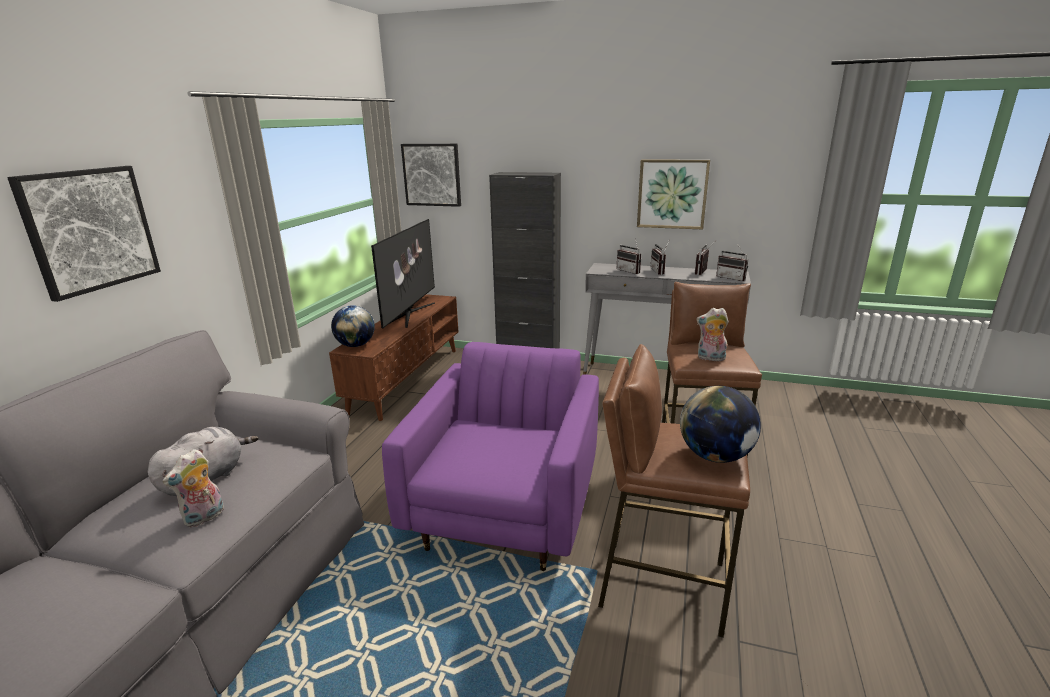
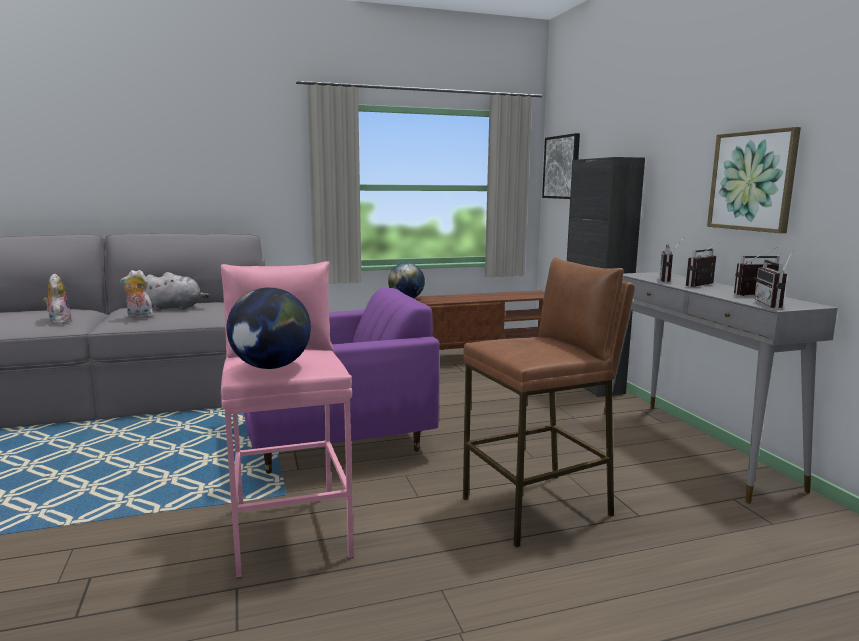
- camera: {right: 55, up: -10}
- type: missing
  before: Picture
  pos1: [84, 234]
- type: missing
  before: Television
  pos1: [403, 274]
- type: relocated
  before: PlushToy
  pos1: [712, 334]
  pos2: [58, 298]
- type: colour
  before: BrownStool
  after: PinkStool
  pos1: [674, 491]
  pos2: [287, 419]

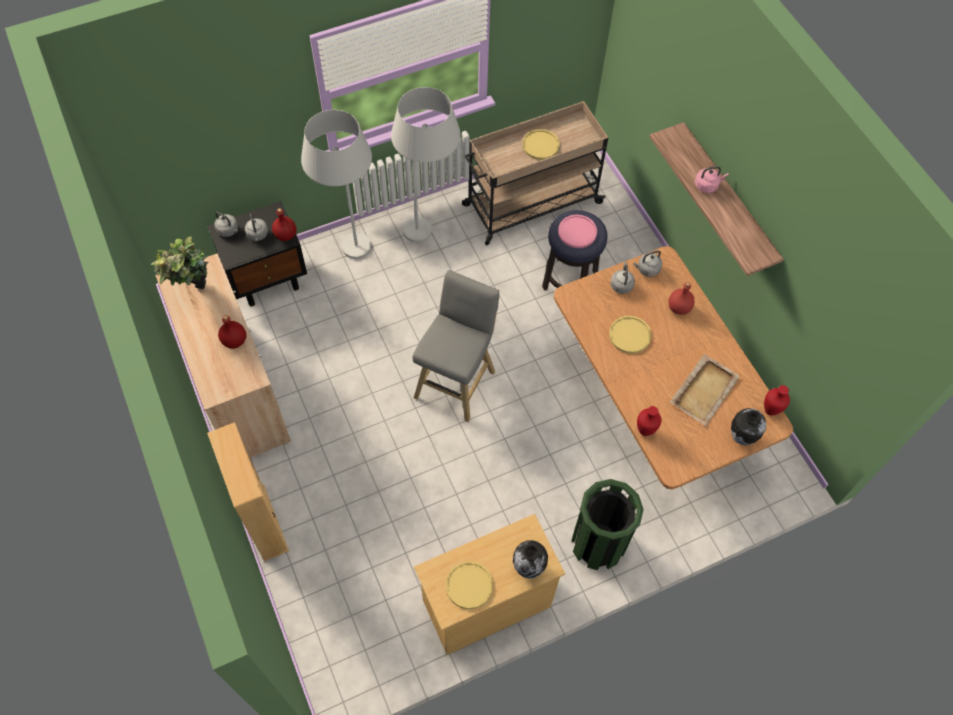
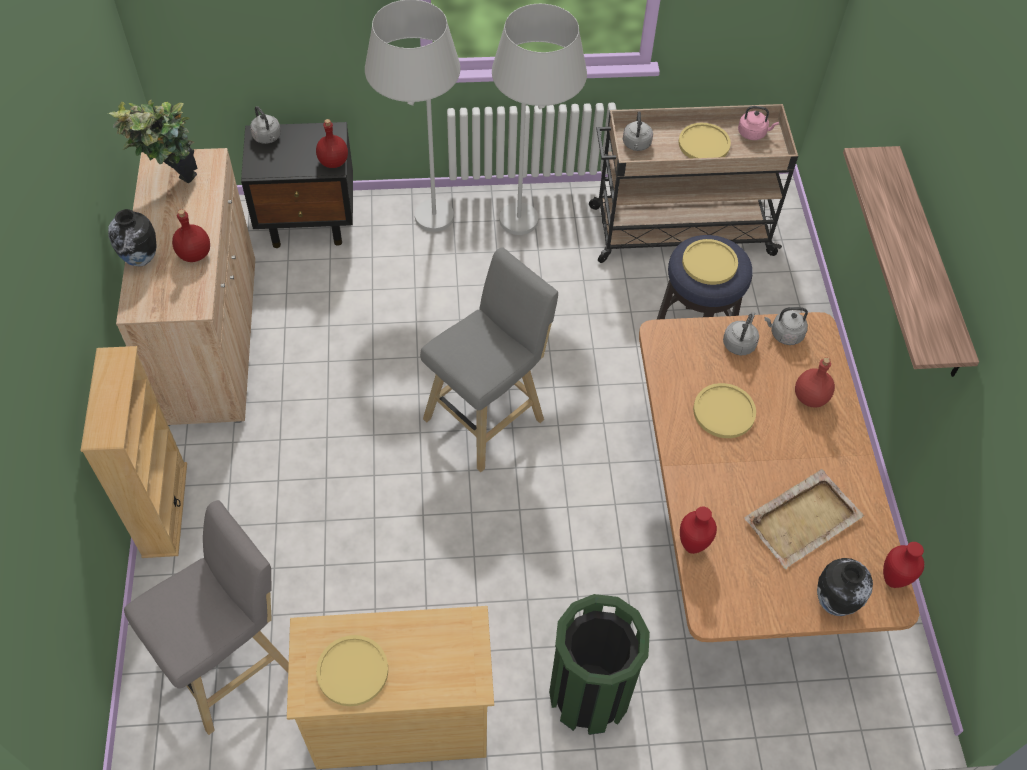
- camera: {right: 20, up: -5}
- type: relocated
  before: PinkKettle
  pos1: [712, 179]
  pos2: [758, 123]
- type: relocated
  before: GreyKettle
  pos1: [256, 227]
  pos2: [638, 131]
- type: colour
  before: PinkPlate
  after: YellowPlate
  pos1: [577, 231]
  pos2: [710, 262]
- type: relocated
  before: Vase
  pos1: [530, 559]
  pos2: [132, 237]
- type: appeared
  after: GreyStool
  pos2: [206, 617]

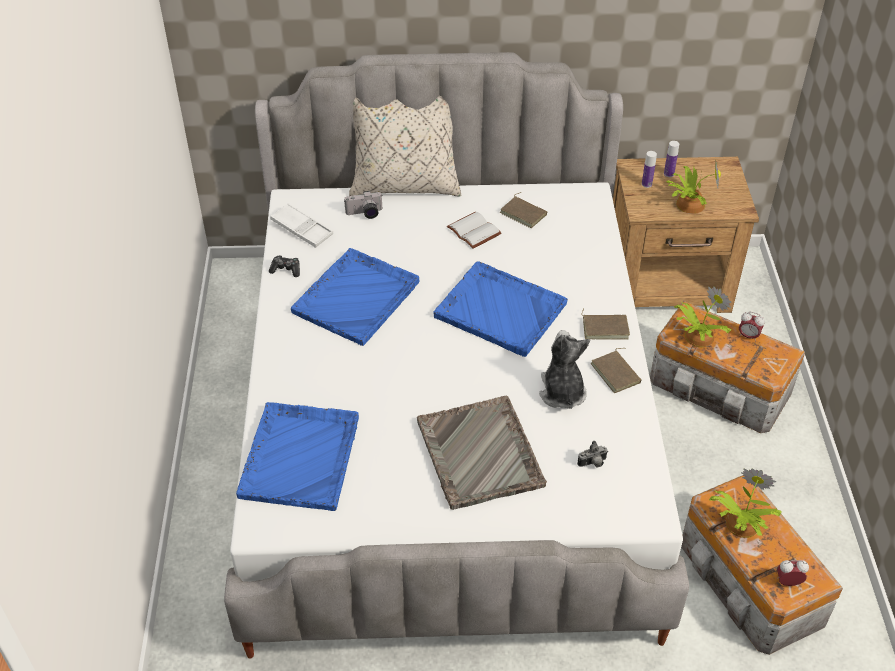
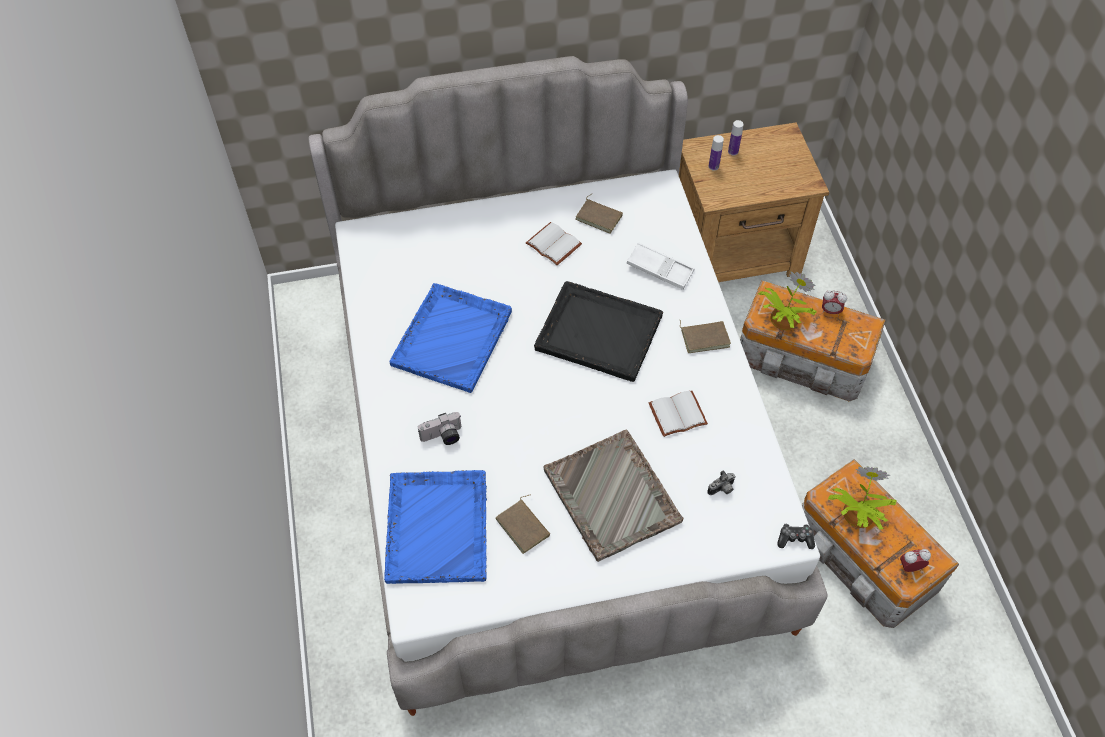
- camera: {right: -10, up: 10}
- type: missing
  before: BeigePillow
  pos1: [405, 146]
- type: missing
  before: PottedPlant
  pos1: [693, 188]
- type: relocated
  before: PhotoCamera
  pos1: [363, 205]
  pos2: [439, 428]
- type: relocated
  before: WhiteTray
  pos1: [301, 225]
  pos2: [661, 266]
- type: relocated
  before: GameController
  pos1: [284, 266]
  pos2: [796, 536]
- type: colour
  before: BlueTray
  after: BlackTray
  pos1: [500, 309]
  pos2: [598, 331]
- type: exchanged
  before: PlushToy
  after: WhiteBook
  pos1: [564, 369]
  pos2: [678, 413]
- type: relocated
  before: BrownBook
  pos1: [616, 370]
  pos2: [523, 524]

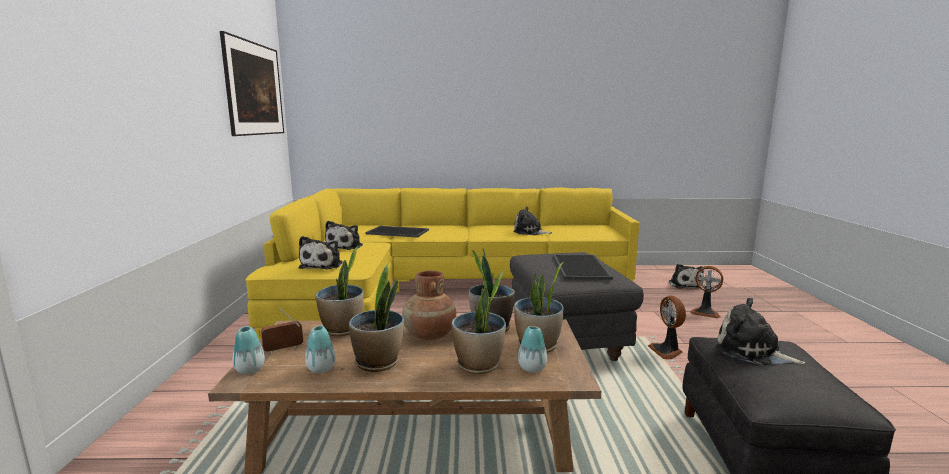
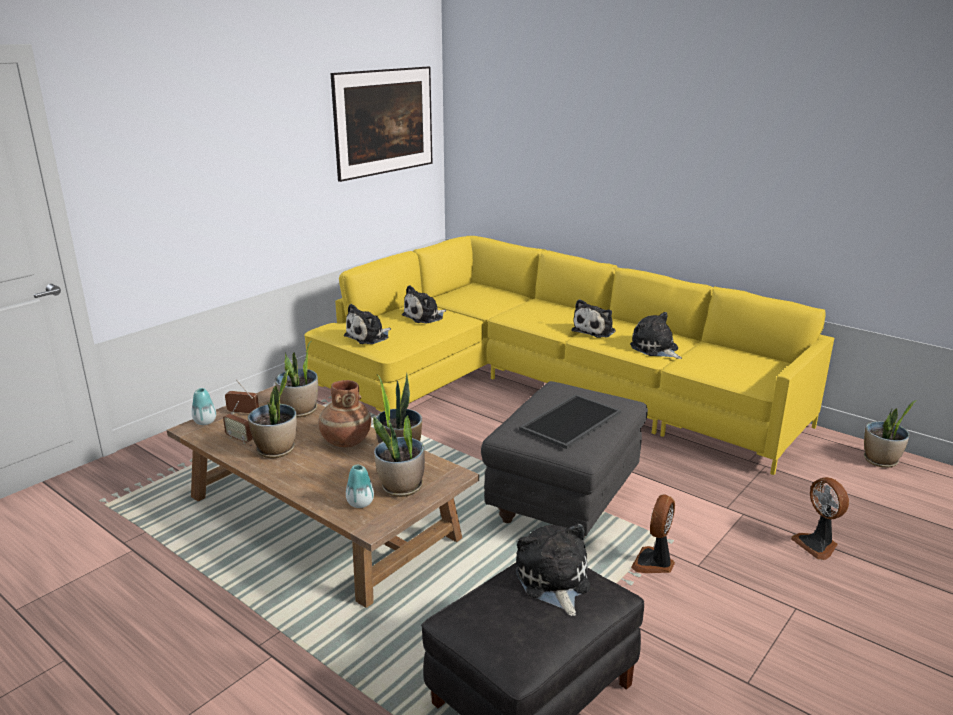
- camera: {right: 40, up: 10}
- type: missing
  before: Tray
  pos1: [397, 232]
- type: relocated
  before: PlushToy
  pos1: [686, 276]
  pos2: [593, 318]
- type: relocated
  before: PottedPlant
  pos1: [479, 322]
  pos2: [890, 434]
- type: exchanged
  before: Vase
  after: Radio
  pos1: [320, 349]
  pos2: [238, 422]

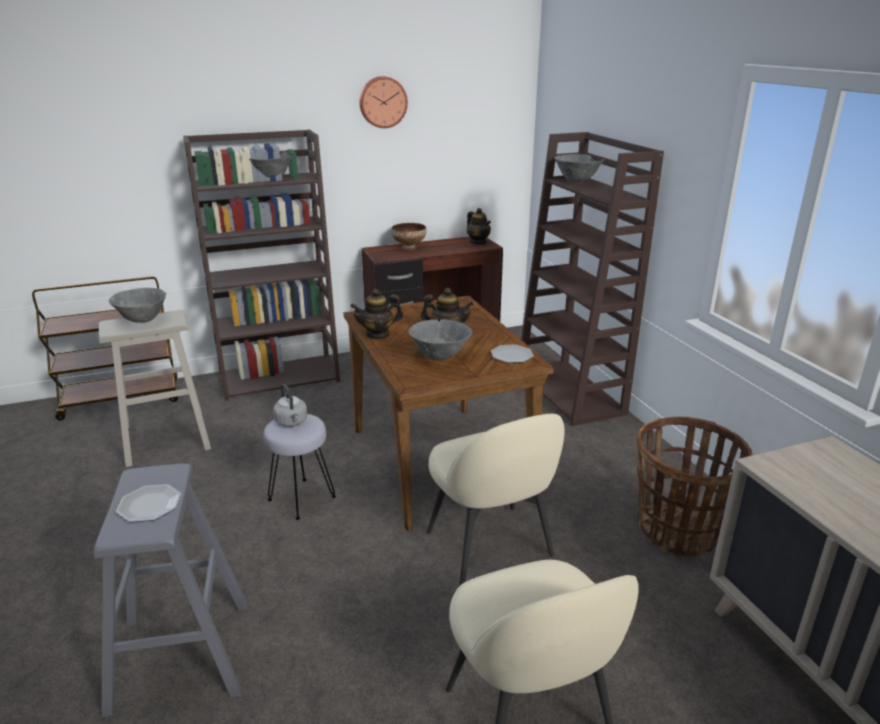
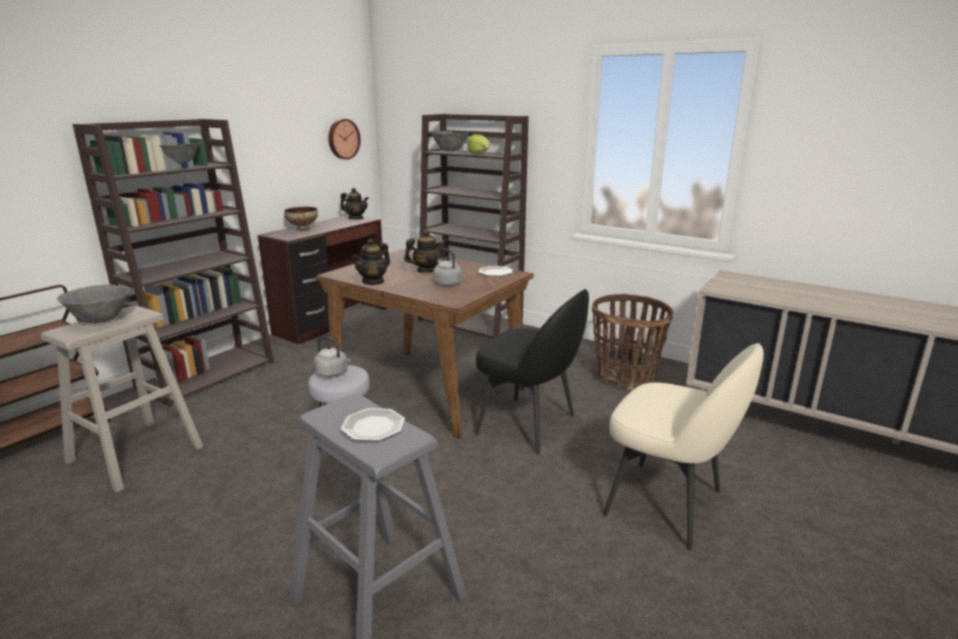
- camera: {right: -35, up: -5}
- type: relocated
  before: WallClock
  pos1: [384, 102]
  pos2: [344, 139]
- type: exchanged
  before: GreyBowl
  after: GreyKettle
  pos1: [440, 339]
  pos2: [447, 267]
- type: colour
  before: BeigeChair
  after: BlackChair
  pos1: [495, 499]
  pos2: [532, 372]
- type: appeared
  after: Lettuce
  pos2: [478, 144]

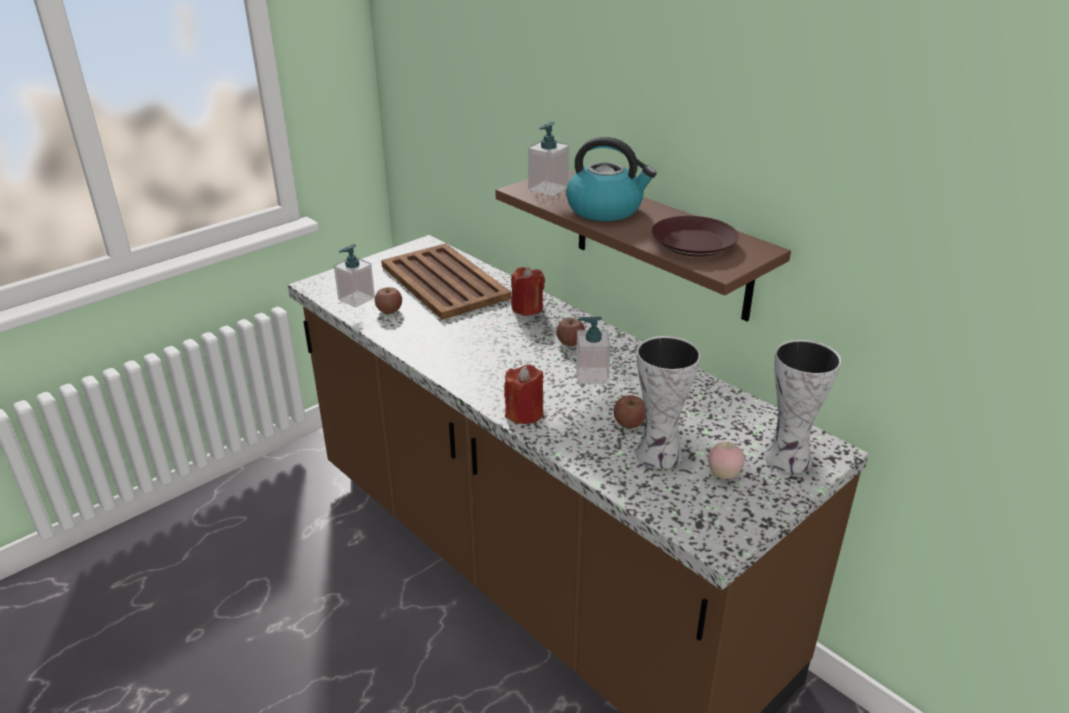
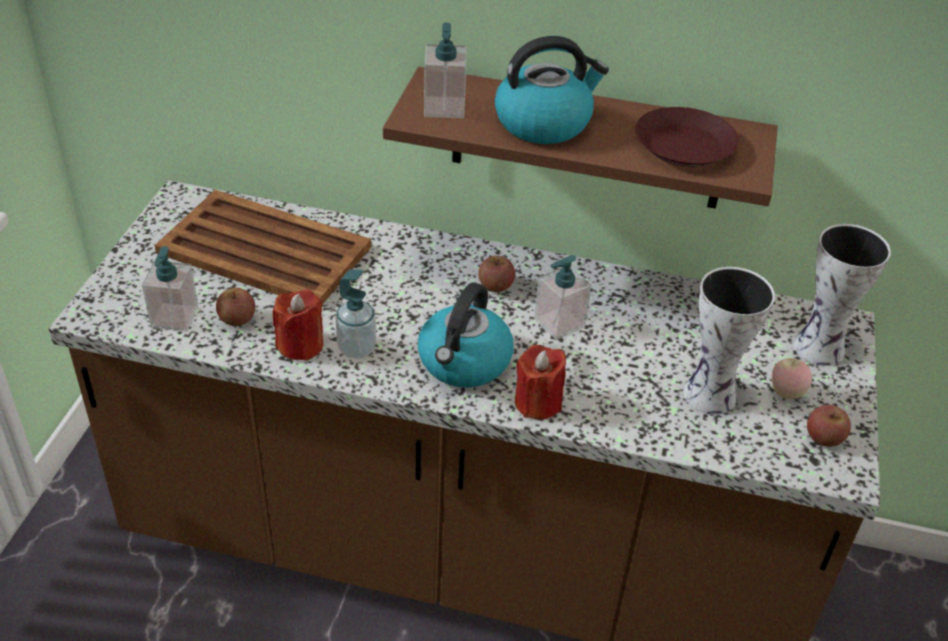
- camera: {right: -35, up: 10}
- type: relocated
  before: RedCandle
  pos1: [528, 291]
  pos2: [297, 325]
- type: relocated
  before: Apple
  pos1: [629, 411]
  pos2: [829, 426]
- type: appeared
  after: SoapDispenser
  pos2: [355, 314]
- type: appeared
  after: Kettle
  pos2: [466, 335]

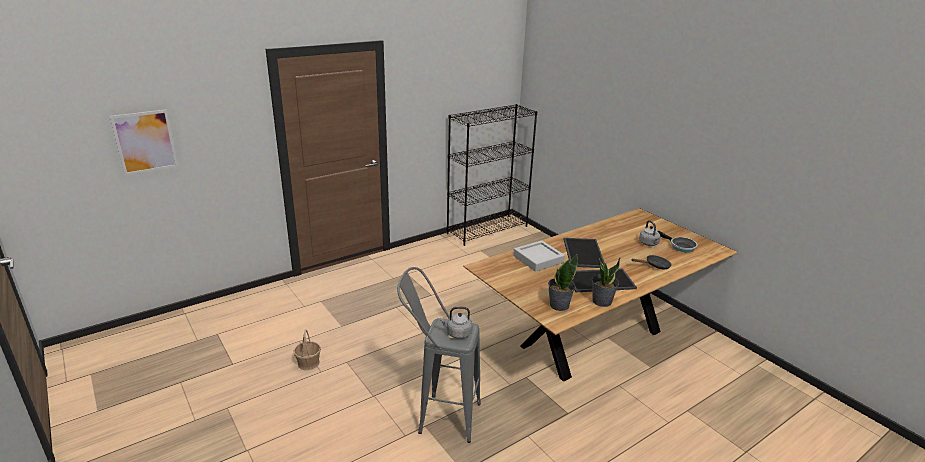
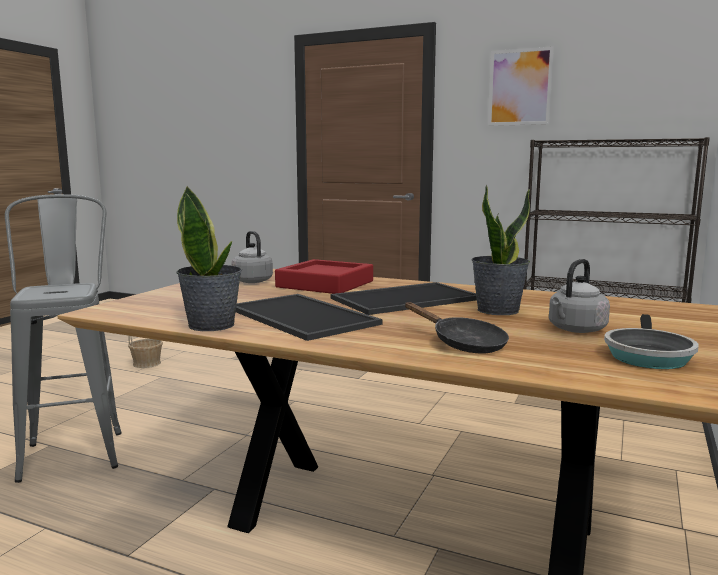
- camera: {right: 60, up: -15}
- type: relocated
  before: Picture
  pos1: [144, 142]
  pos2: [521, 86]
- type: colour
  before: GreyTray
  after: RedTray
  pos1: [539, 256]
  pos2: [324, 276]
- type: relocated
  before: PottedPlant
  pos1: [563, 282]
  pos2: [501, 249]
- type: relocated
  before: GreyKettle
  pos1: [456, 323]
  pos2: [252, 257]

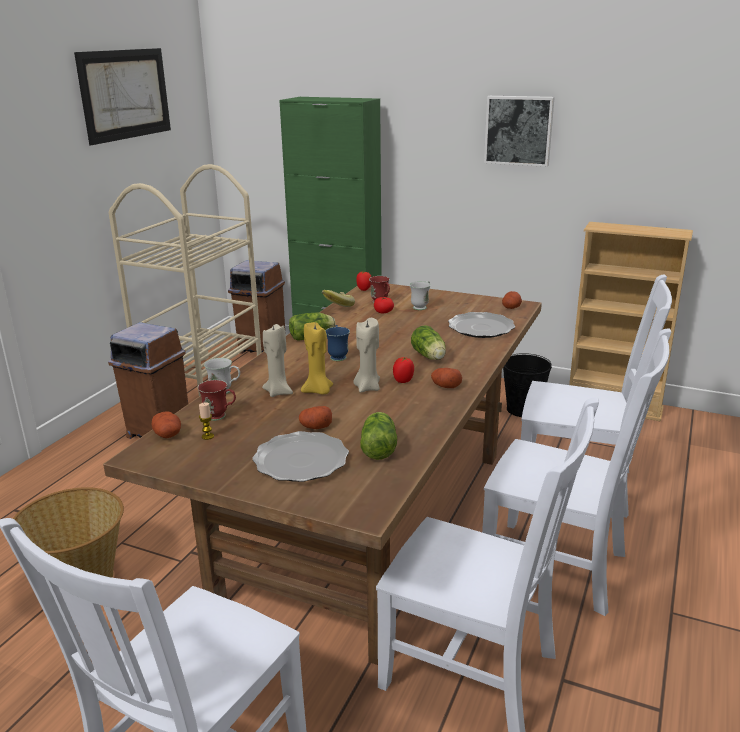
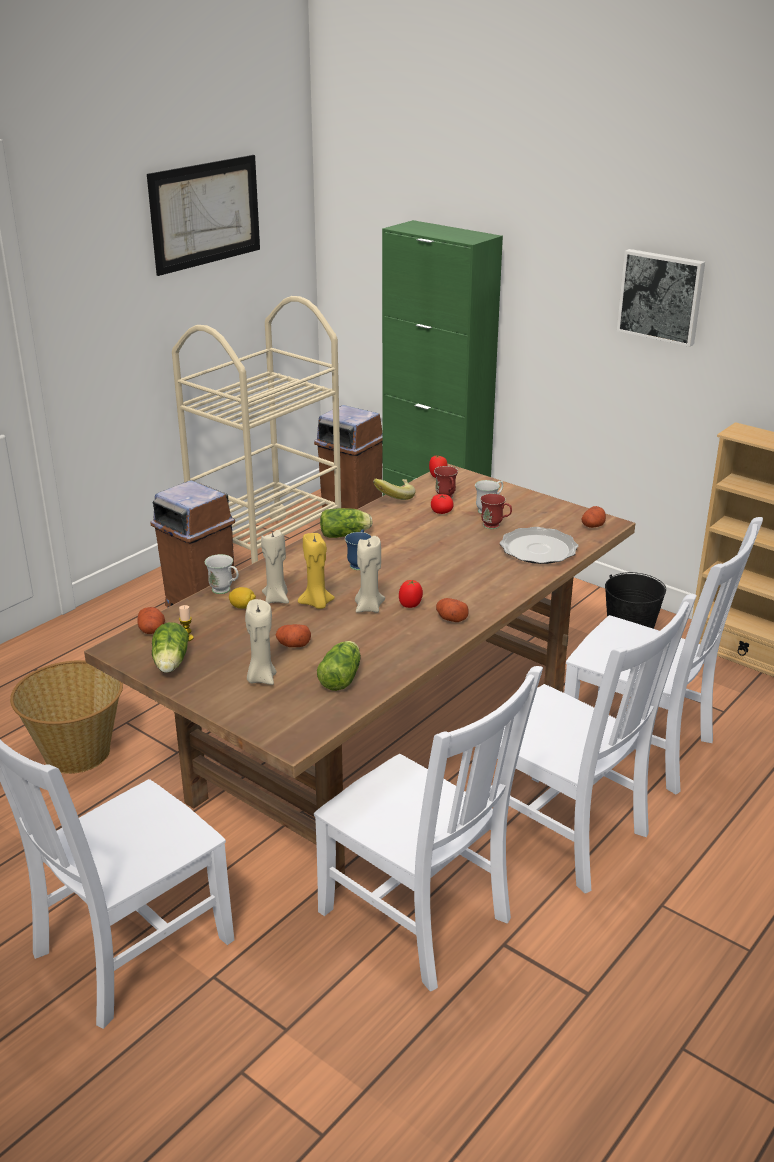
- camera: {right: 15, up: 5}
- type: relocated
  before: Lettuce
  pos1: [428, 342]
  pos2: [170, 647]
- type: relocated
  before: RedMug
  pos1: [217, 400]
  pos2: [496, 511]
- type: exchanged
  before: Plate
  after: BeigeCandle
  pos1: [300, 456]
  pos2: [260, 642]
- type: appeared
  after: Lemon
  pos2: [242, 598]

